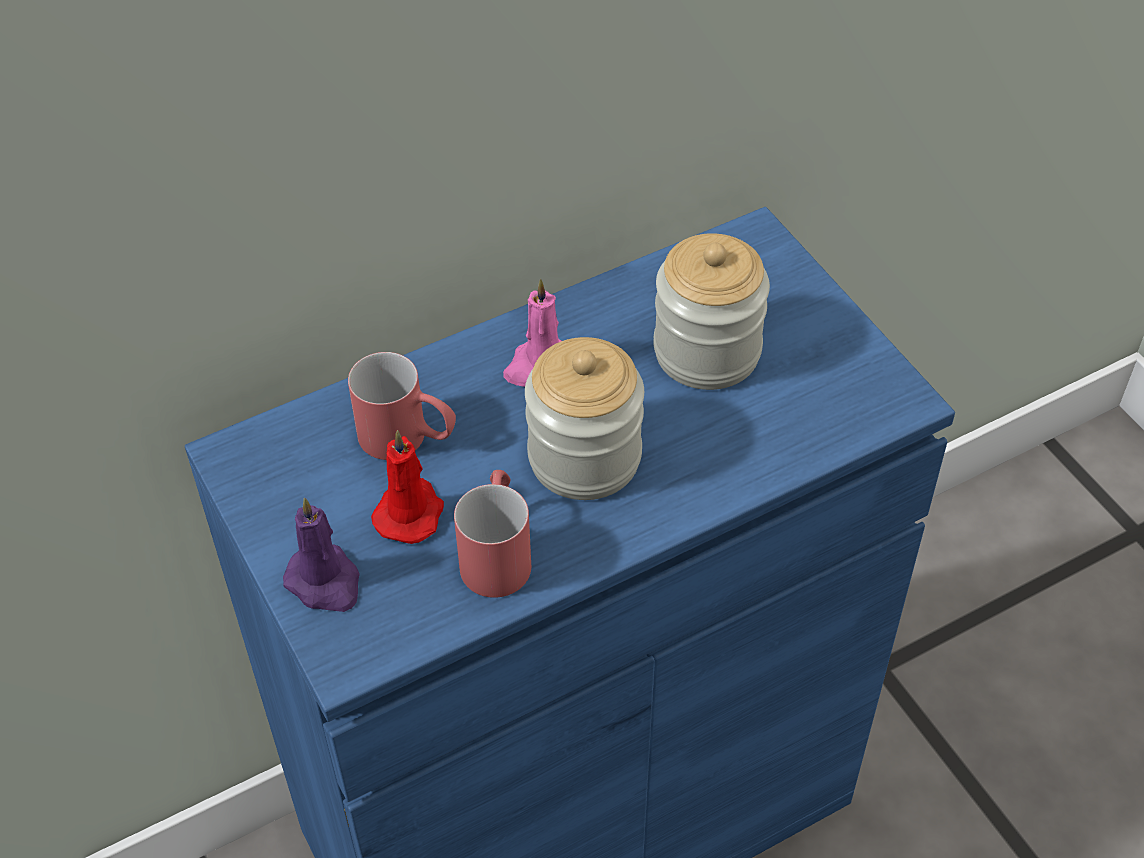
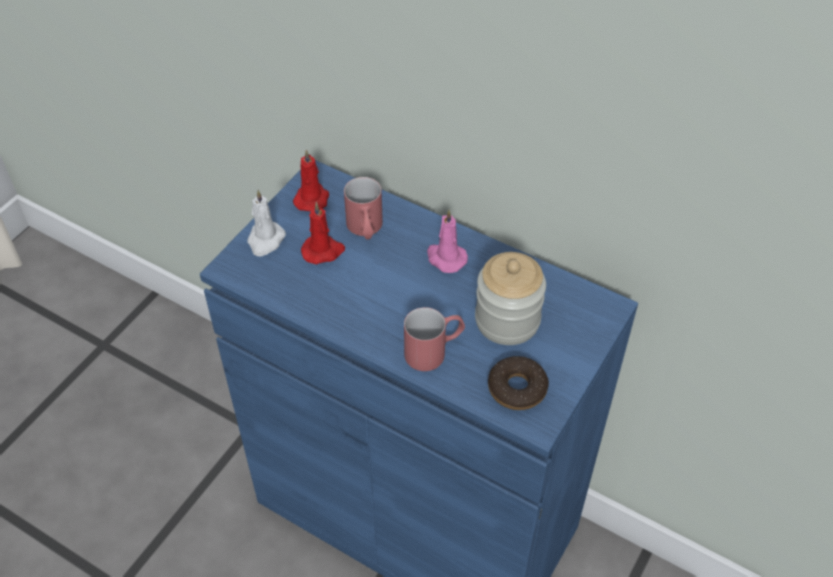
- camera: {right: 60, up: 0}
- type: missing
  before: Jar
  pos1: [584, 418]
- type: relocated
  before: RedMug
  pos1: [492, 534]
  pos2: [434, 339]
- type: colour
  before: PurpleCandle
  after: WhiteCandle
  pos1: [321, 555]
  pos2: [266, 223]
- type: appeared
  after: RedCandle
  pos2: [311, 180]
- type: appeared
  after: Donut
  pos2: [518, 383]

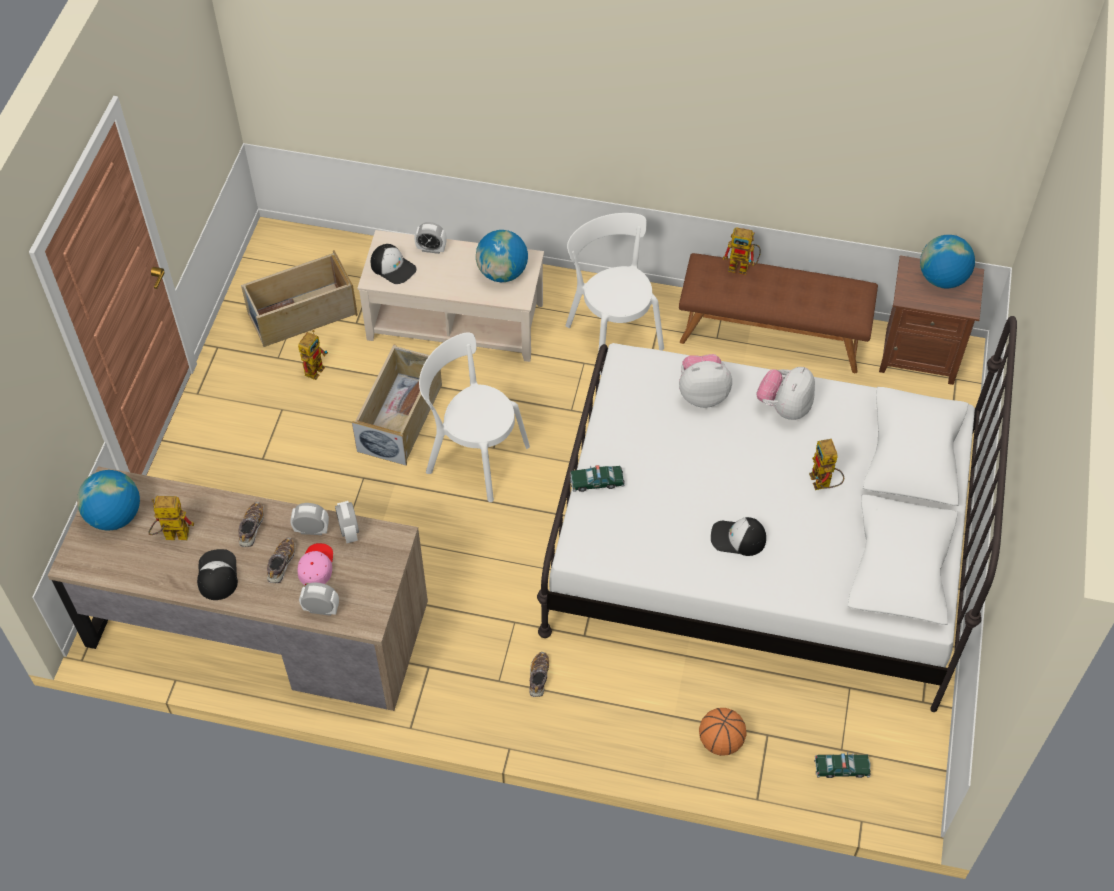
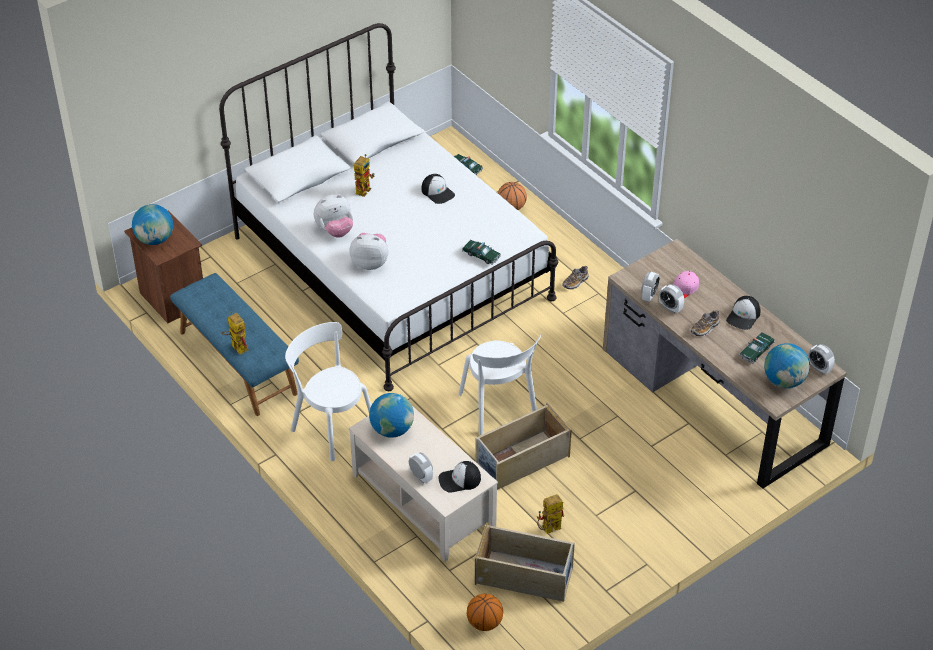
- camera: {right: -140, up: -10}
- type: spun
  before: WhiteChair
  pos1: [615, 294]
  pos2: [328, 391]
  turn: 120
- type: spun
  before: Cap
  pos1: [394, 264]
  pos2: [459, 477]
  turn: -90
- type: colour
  before: BrownBench
  after: BlueBench
  pos1: [778, 313]
  pos2: [234, 344]
- type: spun
  before: PlushToy
  pos1: [705, 381]
  pos2: [368, 251]
  turn: 150
- type: exchanged
  before: ToyRobot
  after: ToyCar
  pos1: [171, 518]
  pos2: [757, 347]
- type: missing
  before: Shoe
  pos1: [281, 560]
- type: relocated
  before: AlarmClock
  pos1: [319, 599]
  pos2: [821, 359]
- type: appeared
  after: Basketball
  pos2: [485, 612]

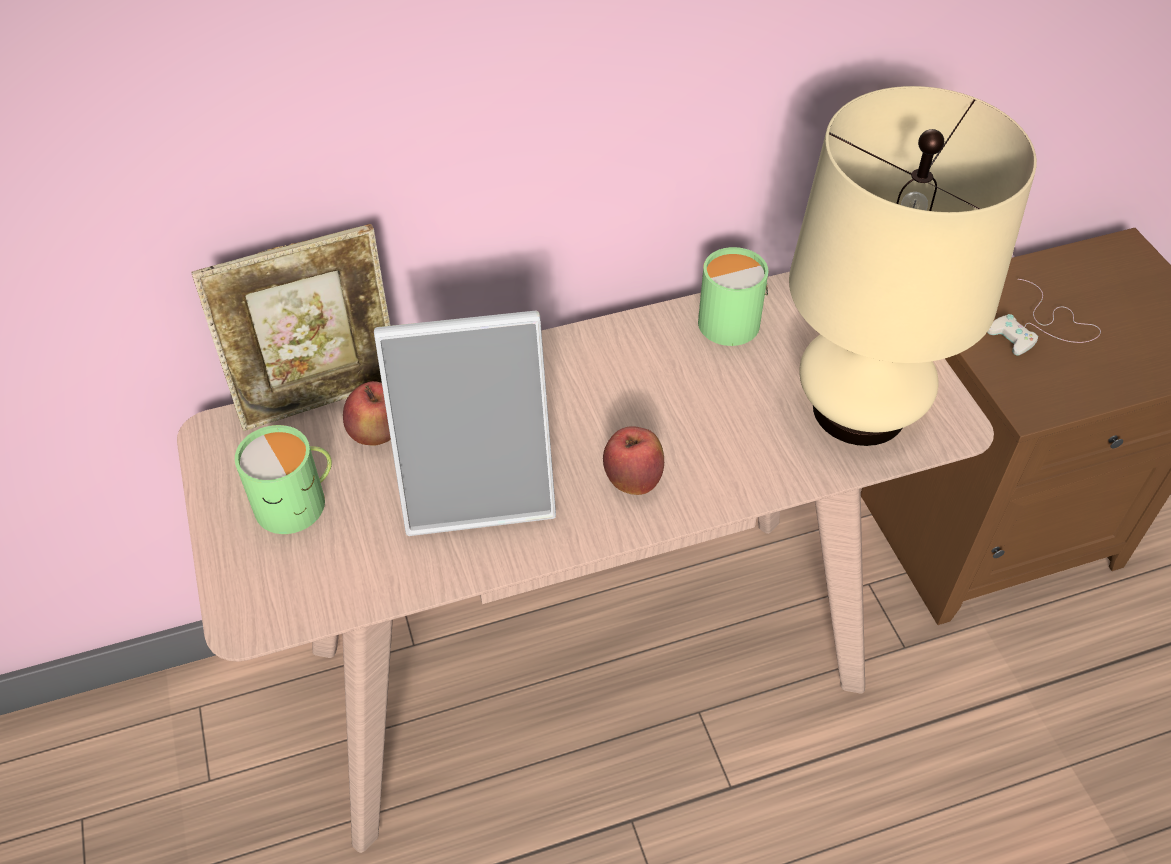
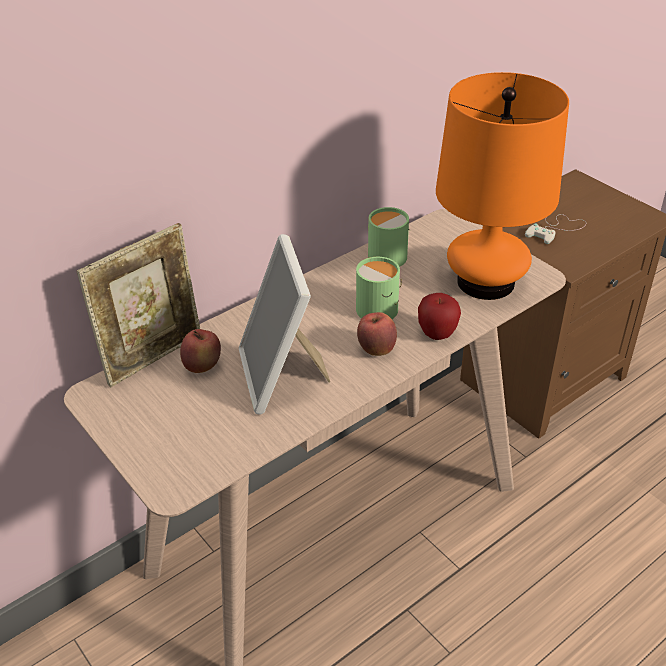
- camera: {right: -20, up: -10}
- type: colour
  before: BeigeTableLamp
  after: OrangeTableLamp
  pos1: [913, 266]
  pos2: [502, 186]
- type: spun
  before: PictureFrame
  pos1: [465, 423]
  pos2: [284, 324]
  turn: 105
- type: relocated
  before: GreenMug
  pos1: [283, 479]
  pos2: [378, 288]
- type: appeared
  after: Apple
  pos2: [439, 316]

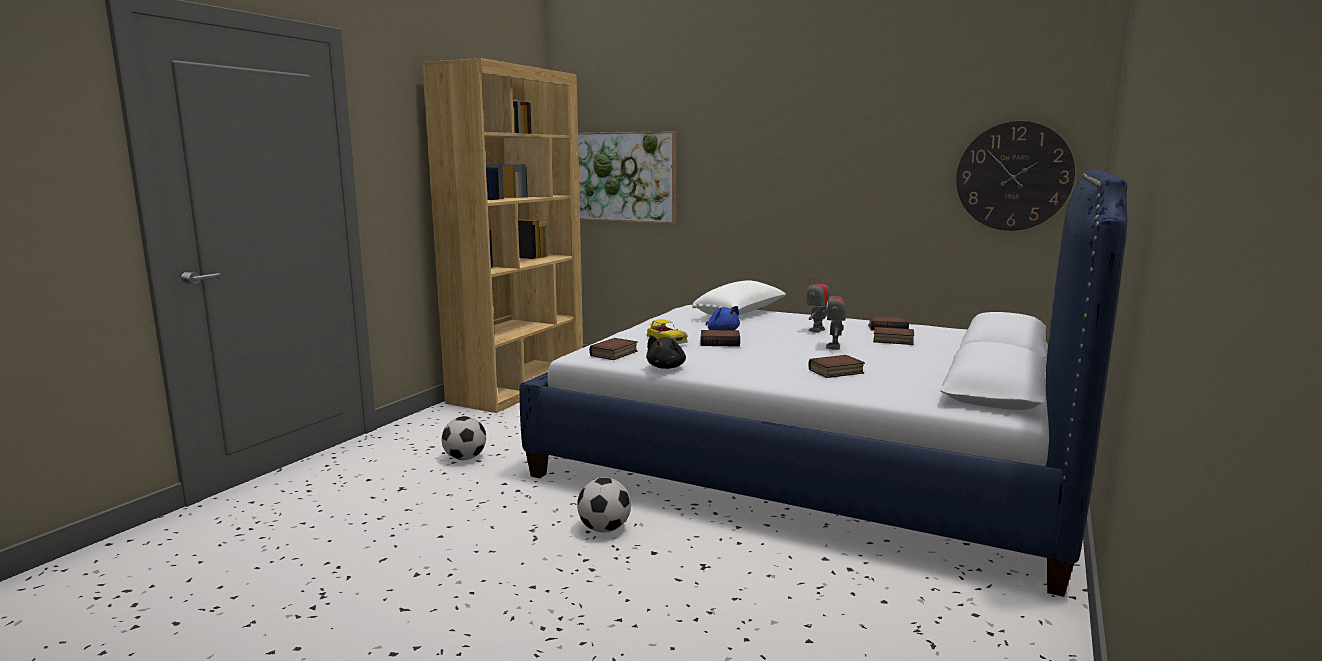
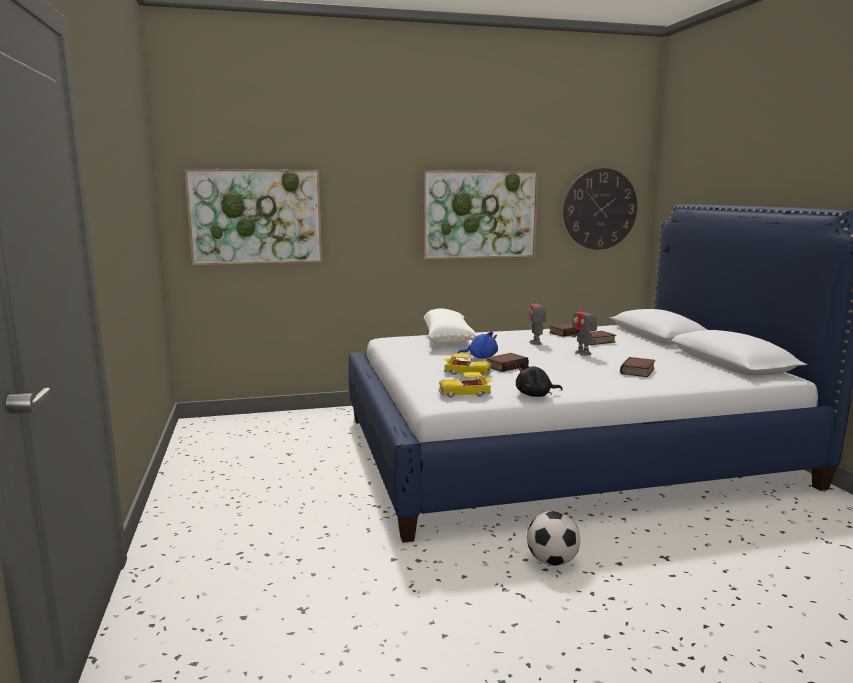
- camera: {right: -40, up: 0}
- type: missing
  before: BrownBookcase
  pos1: [502, 235]
- type: spun
  before: BlackPlushToy
  pos1: [666, 352]
  pos2: [539, 379]
  turn: 90
- type: exchanged
  before: Book
  after: ToyCar
  pos1: [613, 349]
  pos2: [465, 385]
- type: missing
  before: Football
  pos1: [464, 438]
- type: appeared
  after: Picture
  pos2: [480, 214]

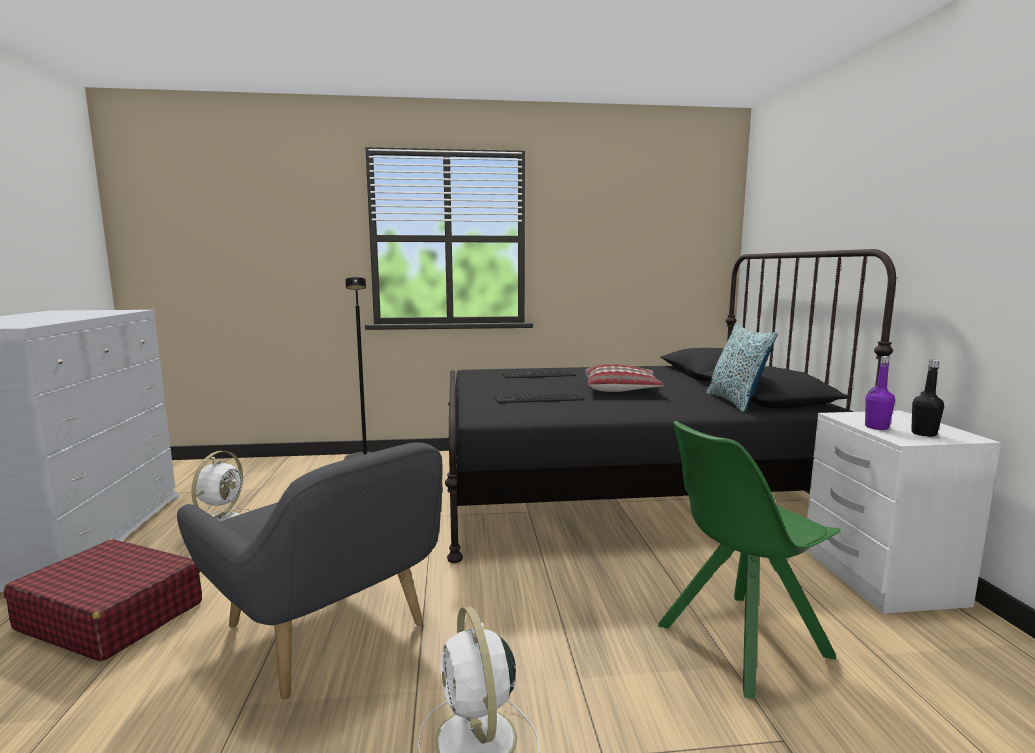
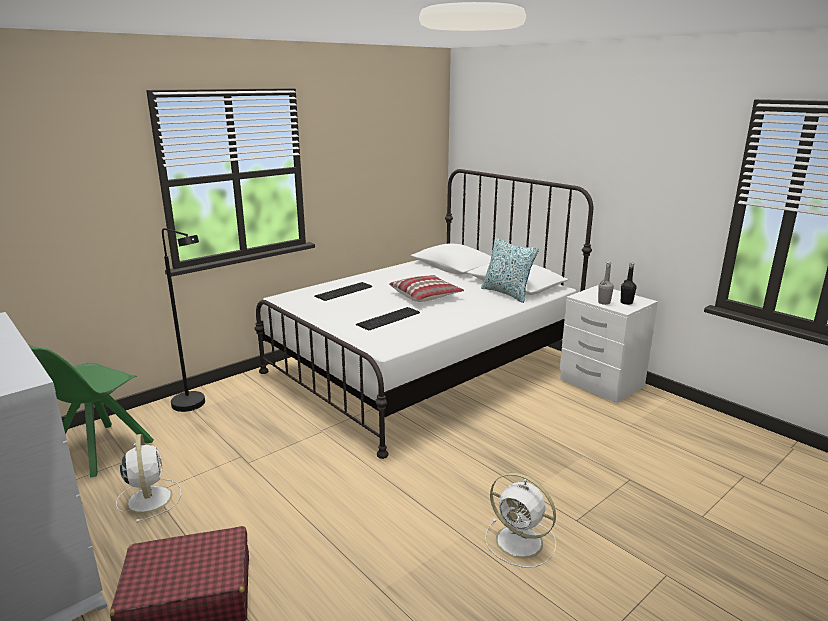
- camera: {right: -35, up: 10}
- type: colour
  before: BlackBed
  after: WhiteBed
  pos1: [670, 406]
  pos2: [423, 314]
- type: colour
  before: PurpleBottle
  after: GreyBottle
  pos1: [880, 393]
  pos2: [606, 283]
- type: relocated
  before: GreenChair
  pos1: [749, 560]
  pos2: [91, 411]
- type: missing
  before: GreyArmchair
  pos1: [310, 571]

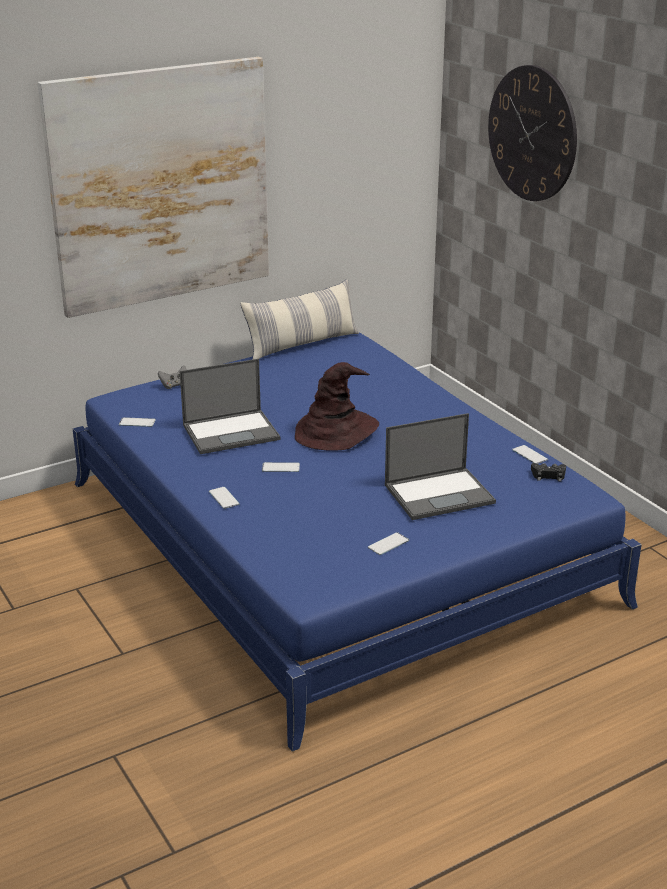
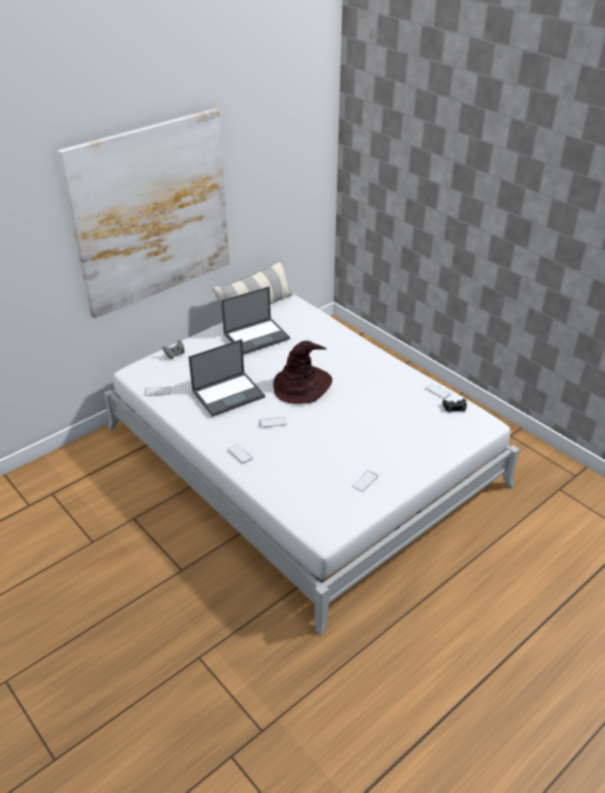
- camera: {right: -10, up: 10}
- type: missing
  before: WallClock
  pos1: [532, 133]
- type: colour
  before: BlueBed
  after: WhiteBed
  pos1: [357, 542]
  pos2: [312, 464]
- type: relocated
  before: Laptop
  pos1: [440, 466]
  pos2: [255, 320]

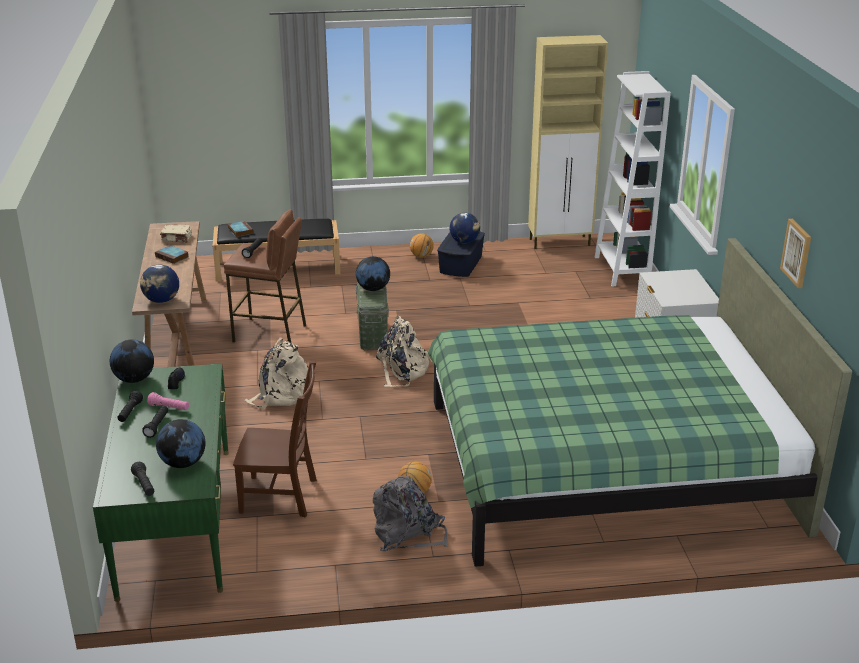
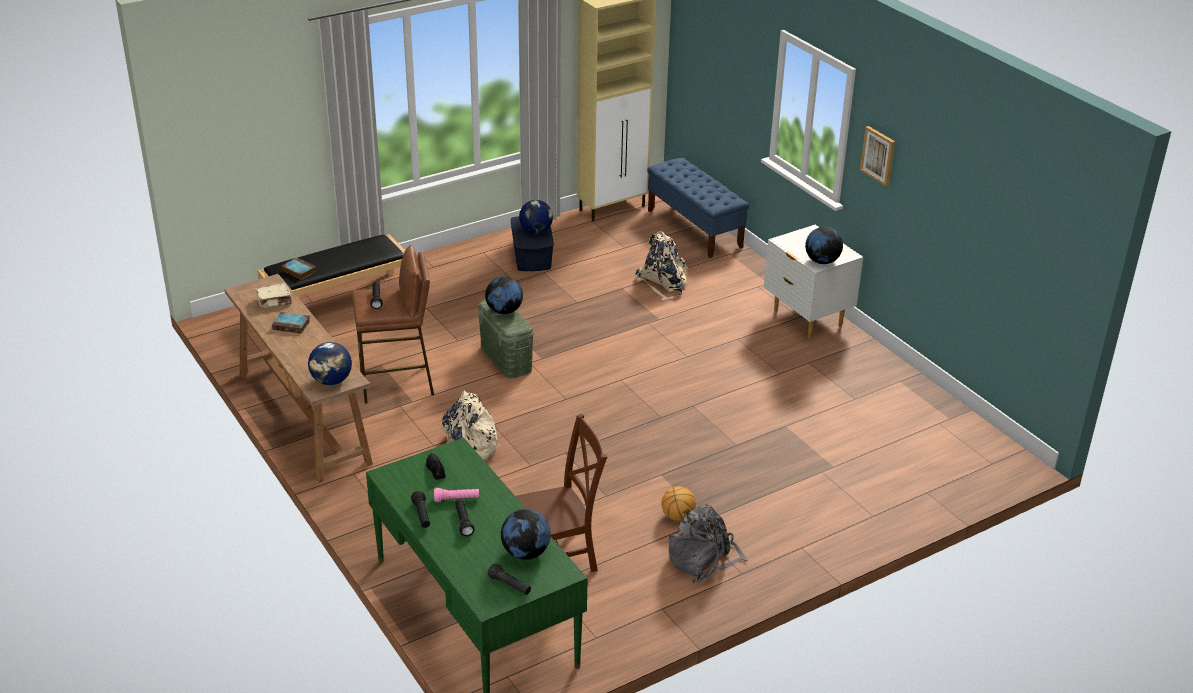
- camera: {right: -25, up: 5}
- type: exchanged
  before: WhiteBookcase
  after: BlueBench
  pos1: [632, 179]
  pos2: [698, 208]
- type: relocated
  before: Picture
  pos1: [795, 253]
  pos2: [877, 156]
- type: missing
  before: Basketball
  pos1: [422, 245]
- type: missing
  before: GreenBed
  pos1: [640, 402]
- type: relocated
  before: BeigeBackpack
  pos1: [404, 351]
  pos2: [661, 265]
- type: relocated
  before: Globe
  pos1: [132, 361]
  pos2: [824, 245]

